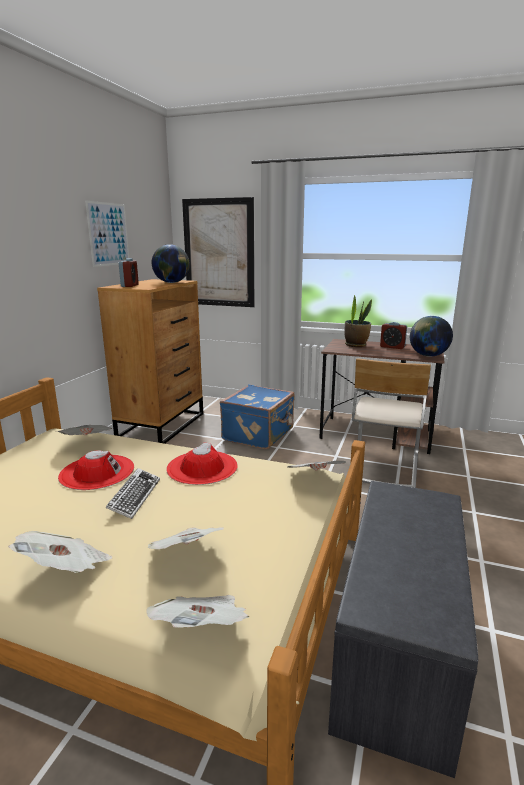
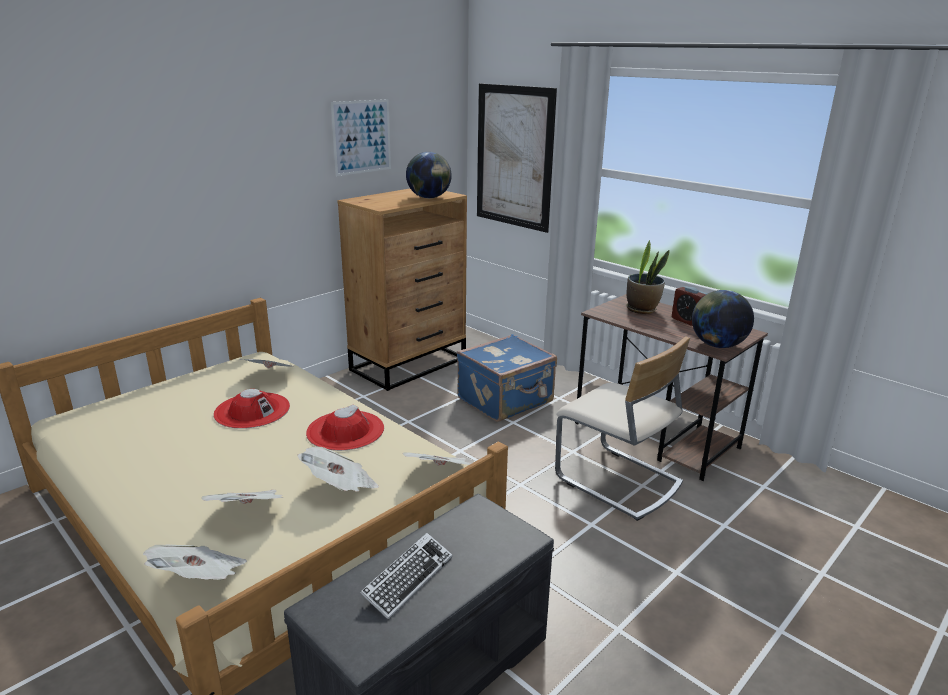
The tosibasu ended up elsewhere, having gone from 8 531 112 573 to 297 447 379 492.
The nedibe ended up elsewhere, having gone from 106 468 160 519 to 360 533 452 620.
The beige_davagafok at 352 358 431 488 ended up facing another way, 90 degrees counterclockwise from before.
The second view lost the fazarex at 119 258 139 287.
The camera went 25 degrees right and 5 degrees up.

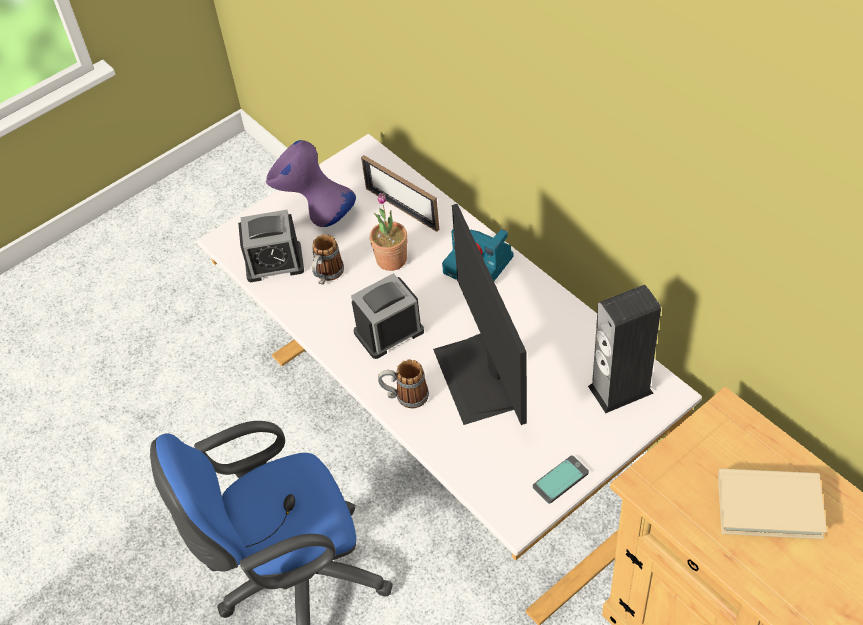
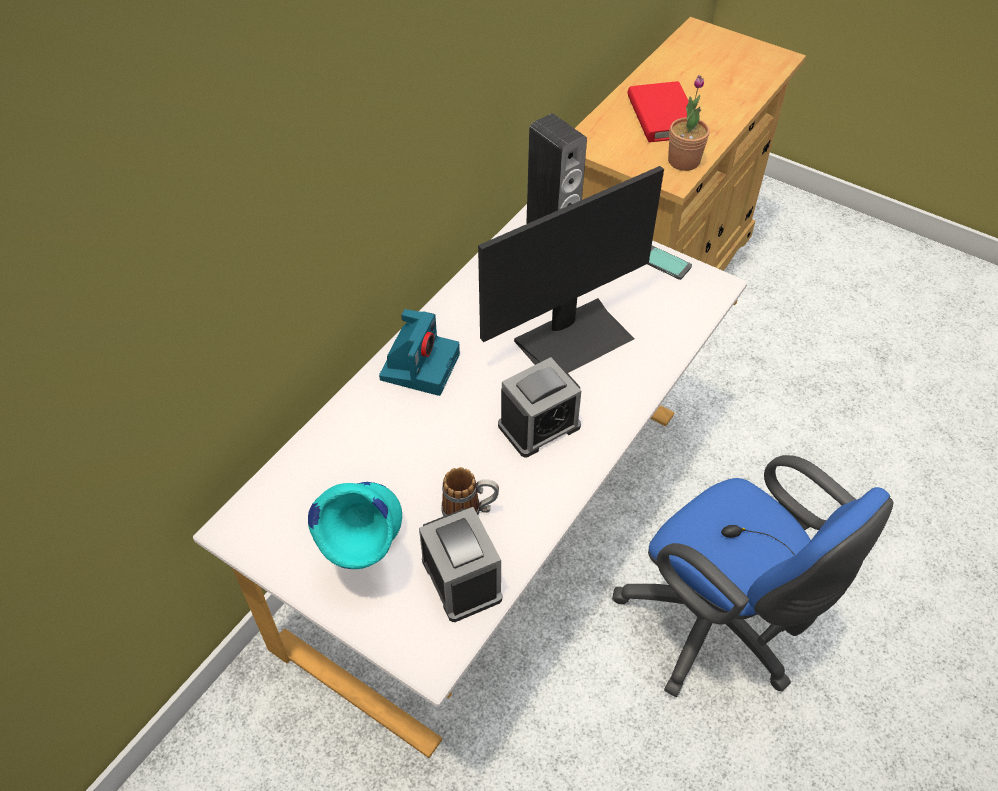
What was the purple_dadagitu at 266 140 356 227 turned into the turquoise_dadagitu at 308 482 402 569.
The fazarex at 351 273 424 359 ended up facing another way, 75 degrees counterclockwise from before.
What was the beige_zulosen at 718 469 827 539 turned into the red_zulosen at 628 81 688 142.
The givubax ended up elsewhere, having gone from 370 193 407 271 to 668 75 710 171.
The second view lost the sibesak at 361 155 439 232.
The second view lost the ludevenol at 378 359 429 408.
The camera went 110 degrees left and 0 degrees up.

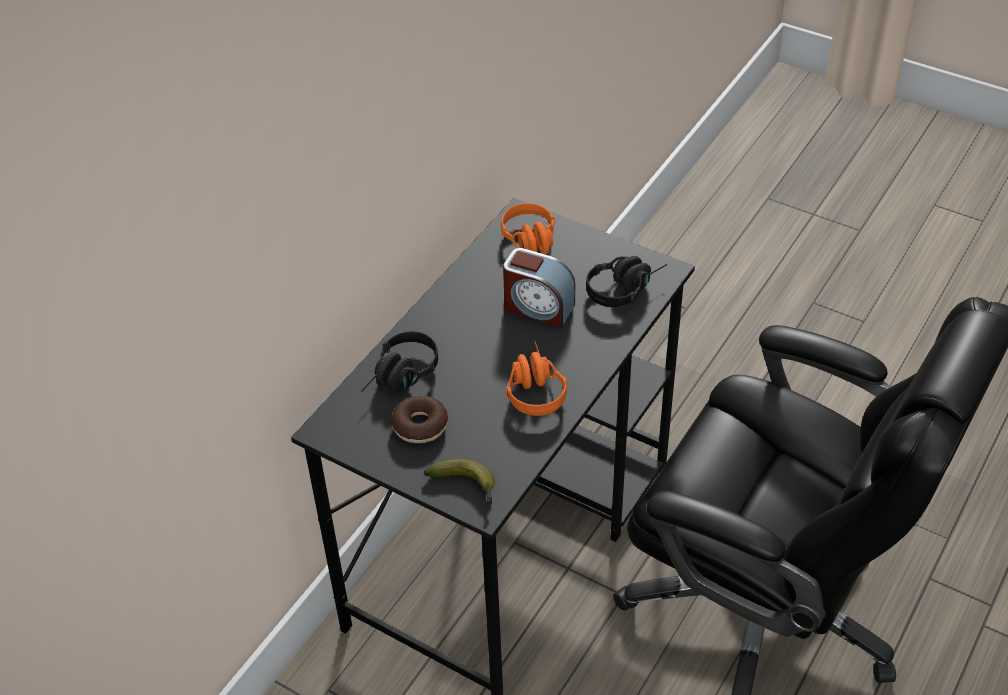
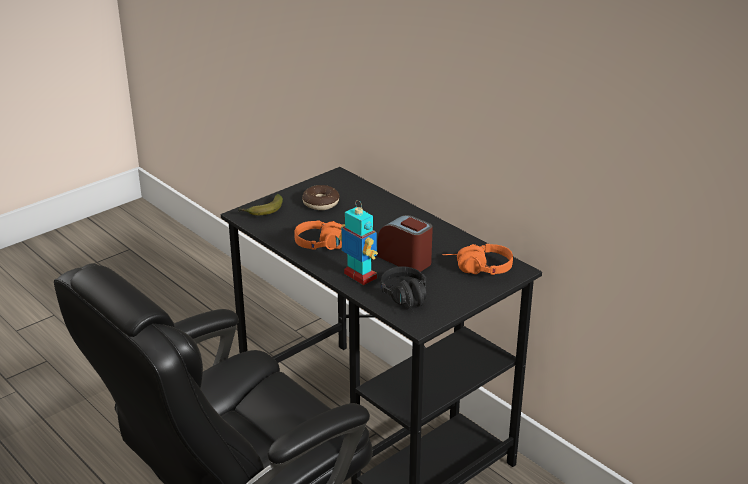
The second view gained the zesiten at 339 200 378 285.
The fazarex at 503 248 575 327 ended up facing another way, 90 degrees clockwise from before.
The second view lost the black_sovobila at 361 331 438 393.
The camera went 105 degrees right and 15 degrees down.

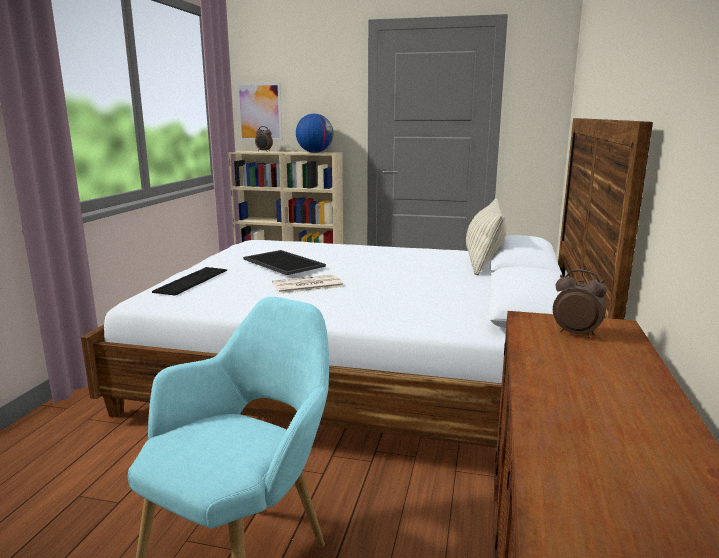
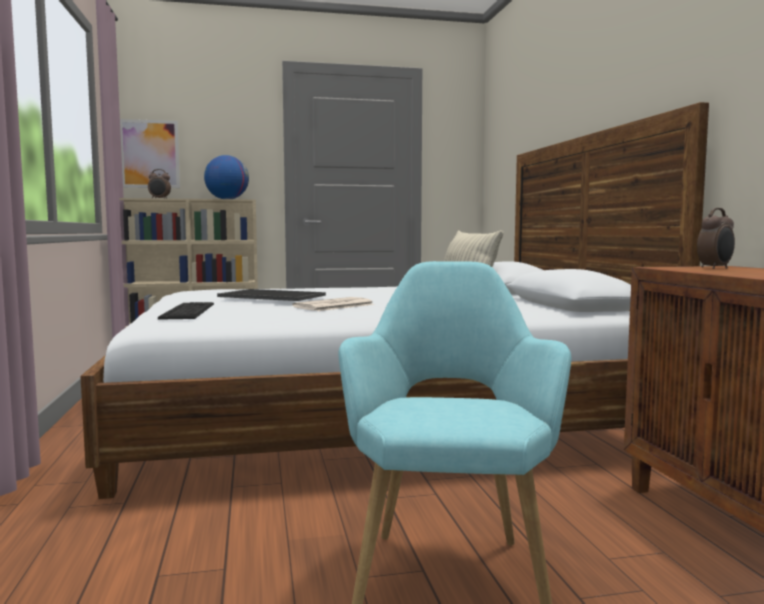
The fazarex at 553 269 607 338 ended up facing another way, 135 degrees clockwise from before.
The camera went 25 degrees left and 10 degrees down.

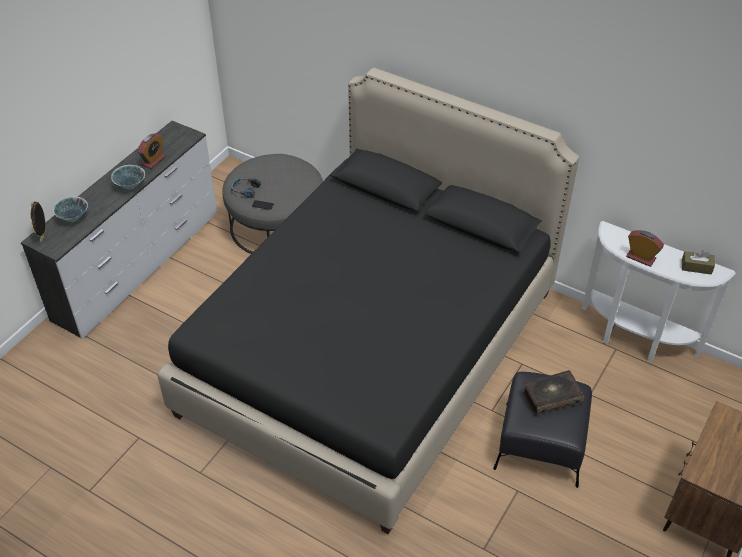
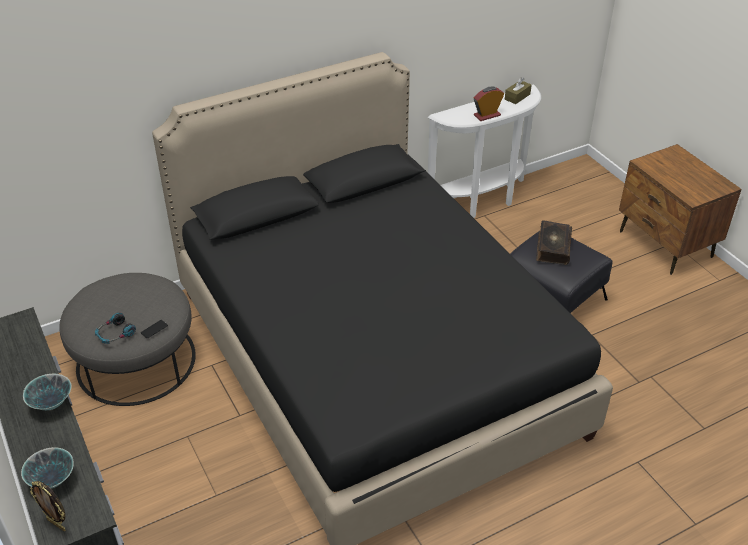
The second view lost the fazarex at 137 134 166 169.
The camera went 60 degrees left and 5 degrees down.

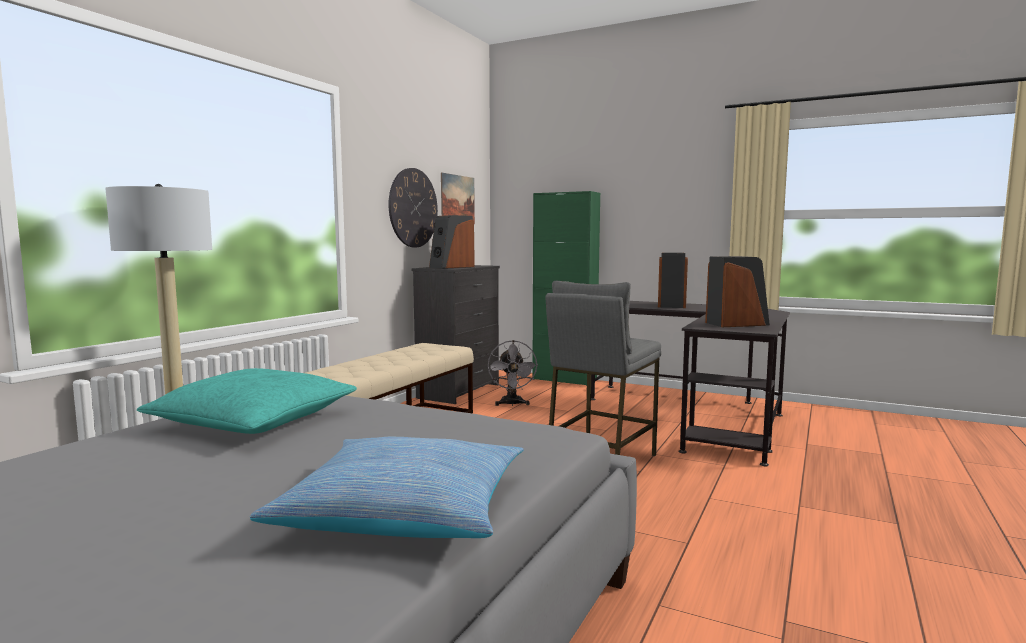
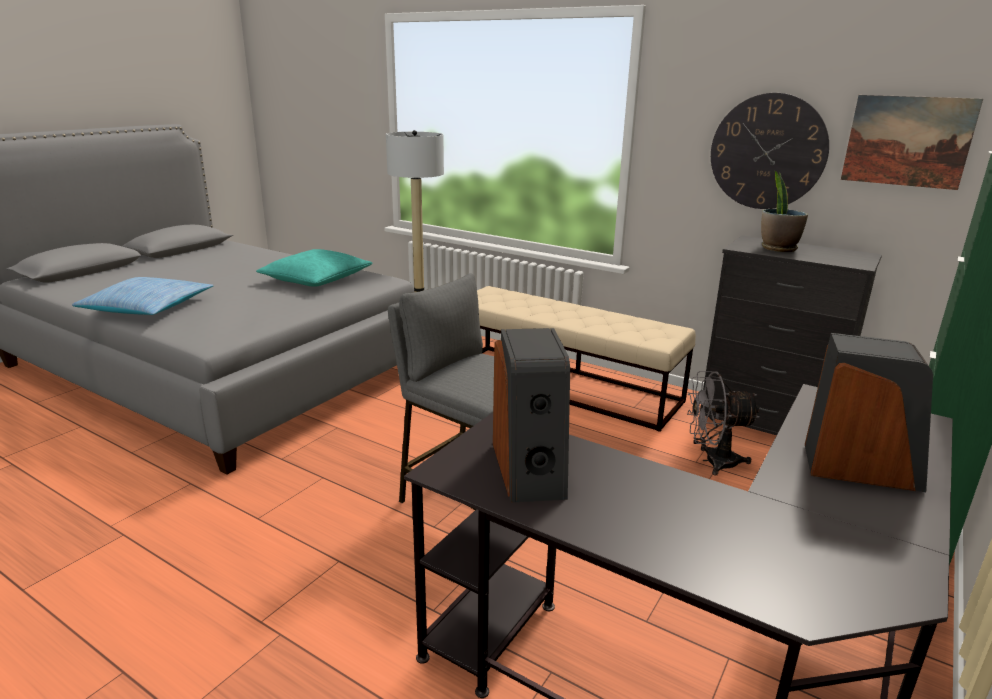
Where the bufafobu stood at 429 215 475 269, the givubax came to stand at 761 170 808 252.
The camera went 95 degrees right and 15 degrees up.

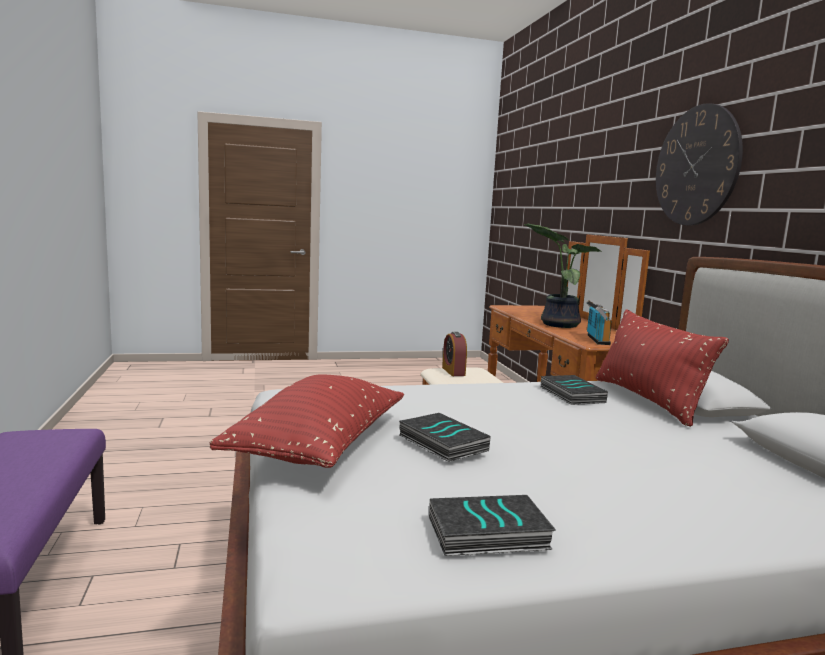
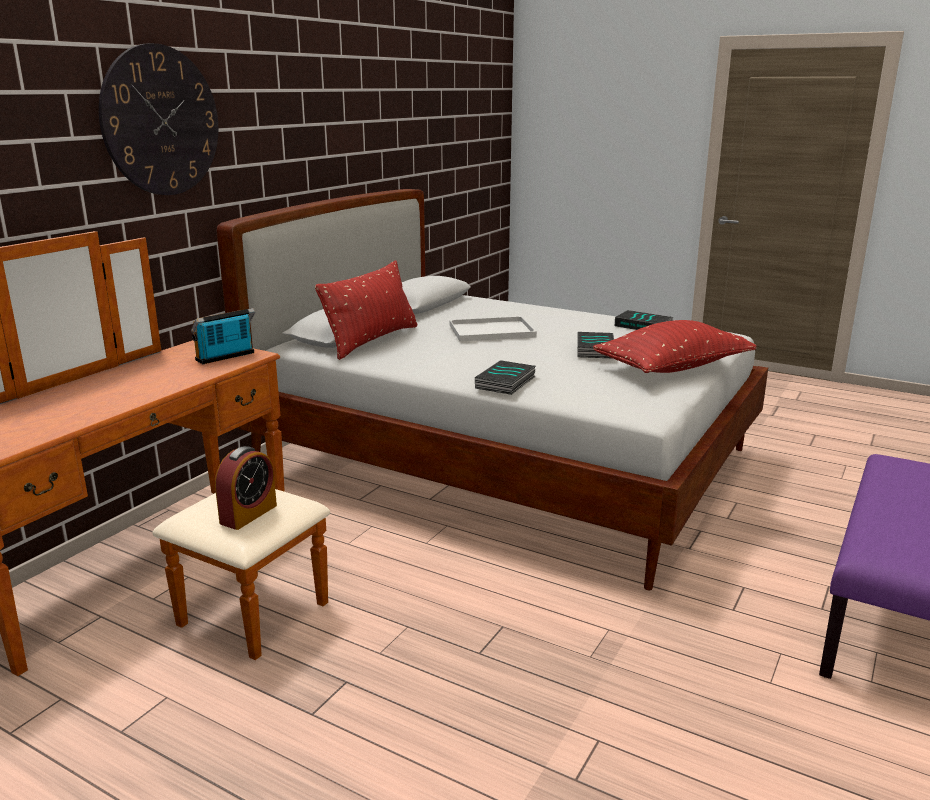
The second view gained the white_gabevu at 449 316 537 342.
The zulosen ended up elsewhere, having gone from 541 375 608 405 to 475 360 536 395.
The second view lost the givubax at 523 224 603 328.
The camera went 135 degrees left and 10 degrees up.

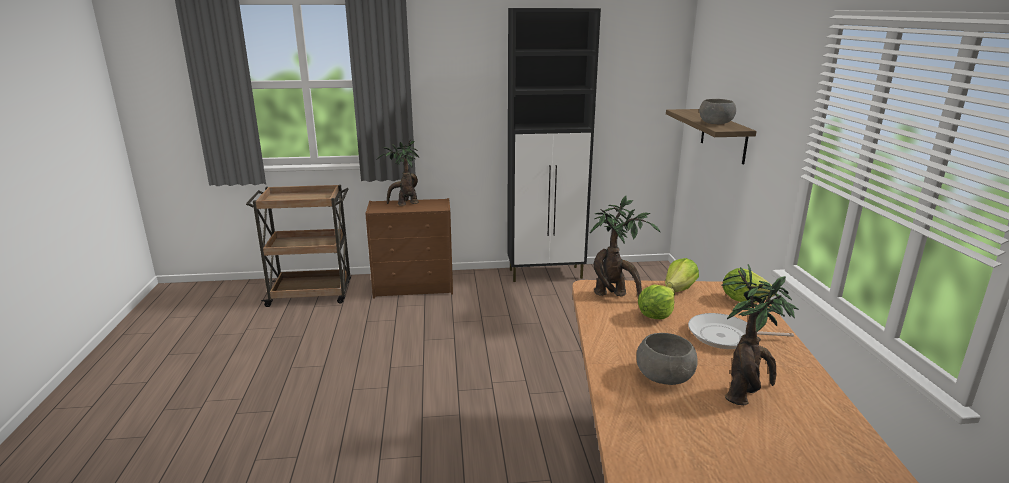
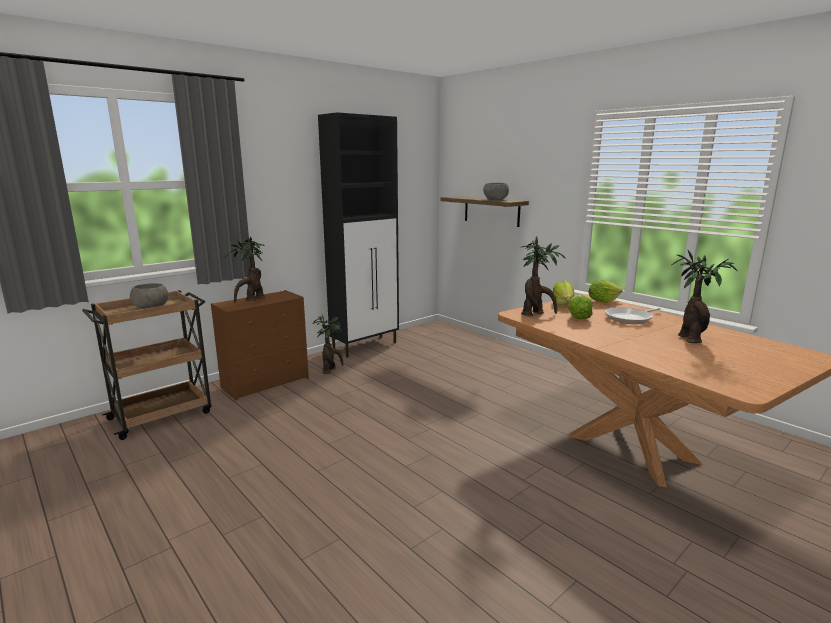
The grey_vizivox ended up elsewhere, having gone from 636 333 698 385 to 130 283 168 309.
The second view gained the givubax at 312 313 344 374.
The camera went 35 degrees left and 5 degrees down.

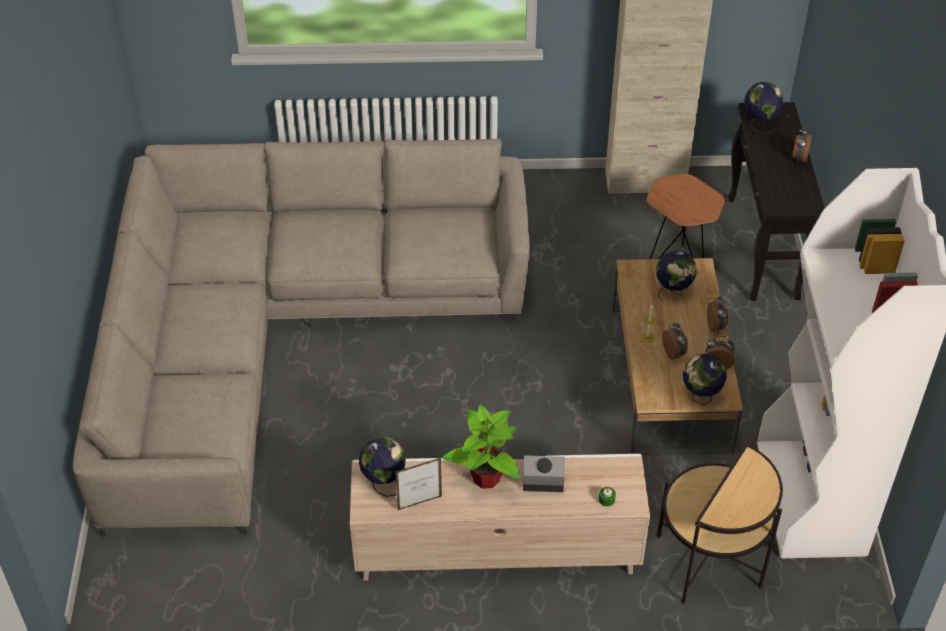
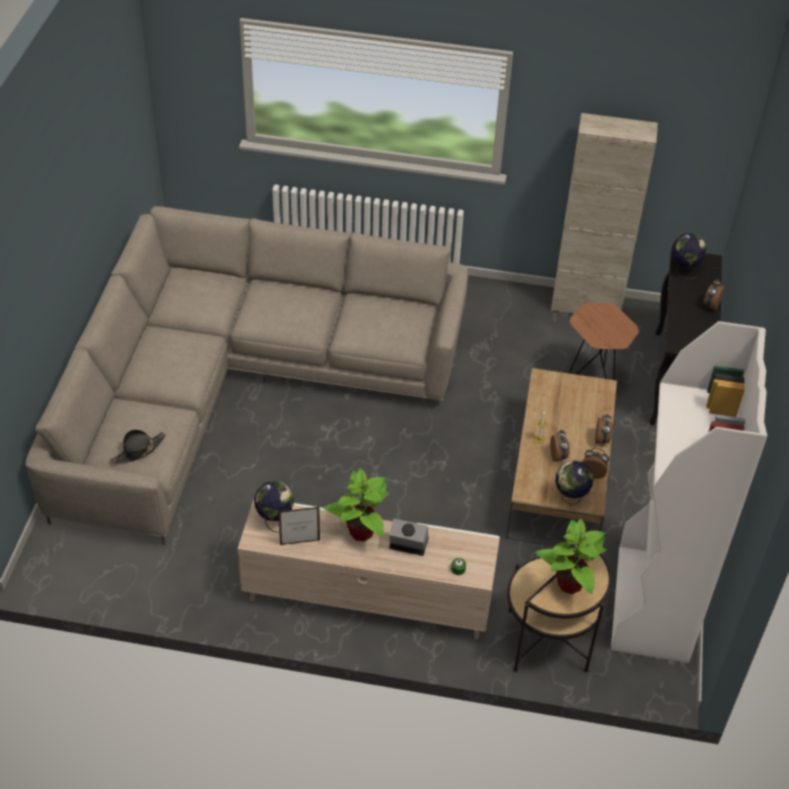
The second view gained the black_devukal at 110 430 166 464.
The second view gained the givubax at 535 518 607 594.
The second view lost the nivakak at 656 251 697 302.
The camera went 10 degrees right and 0 degrees up.

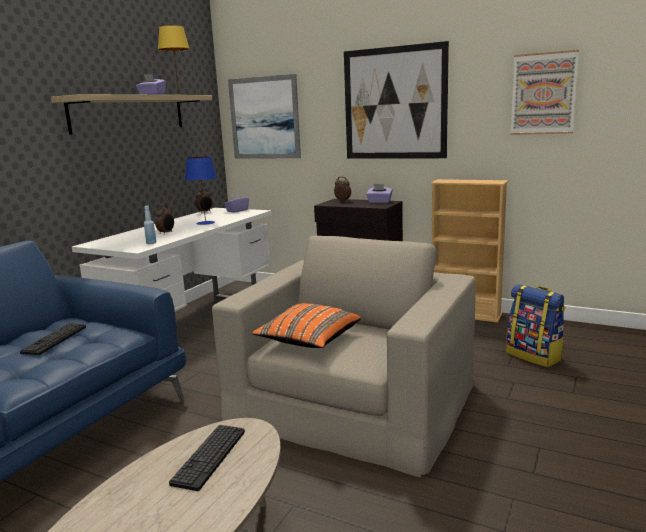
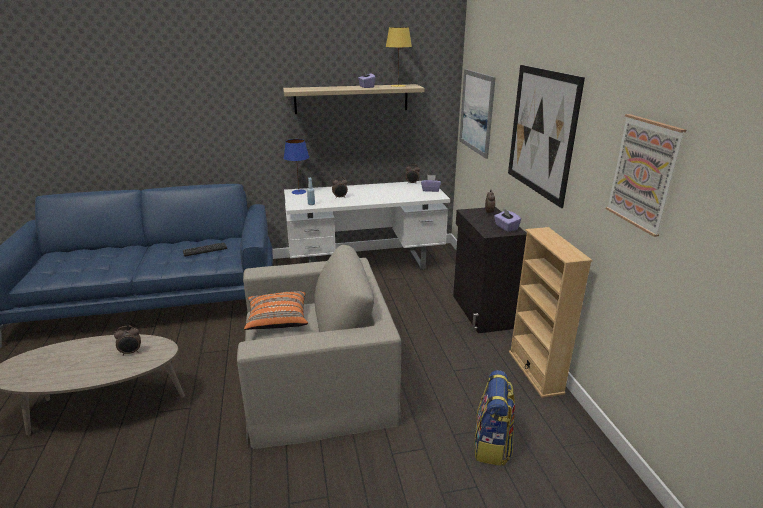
Where the nedibe stood at 169 425 245 491, the fazarex came to stand at 114 326 141 356.
The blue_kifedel ended up elsewhere, having gone from 185 156 217 225 to 284 139 309 194.
The camera went 50 degrees right and 10 degrees up.

